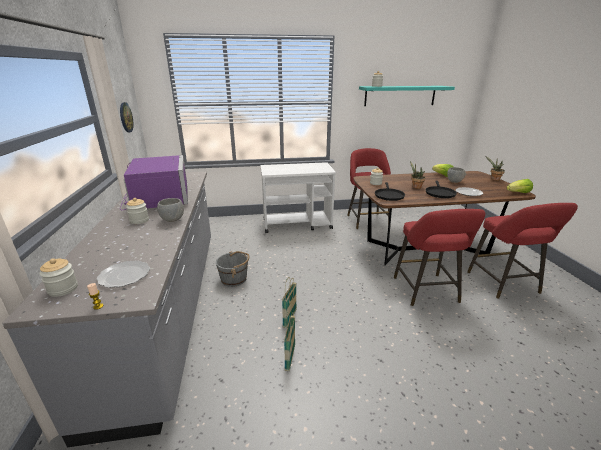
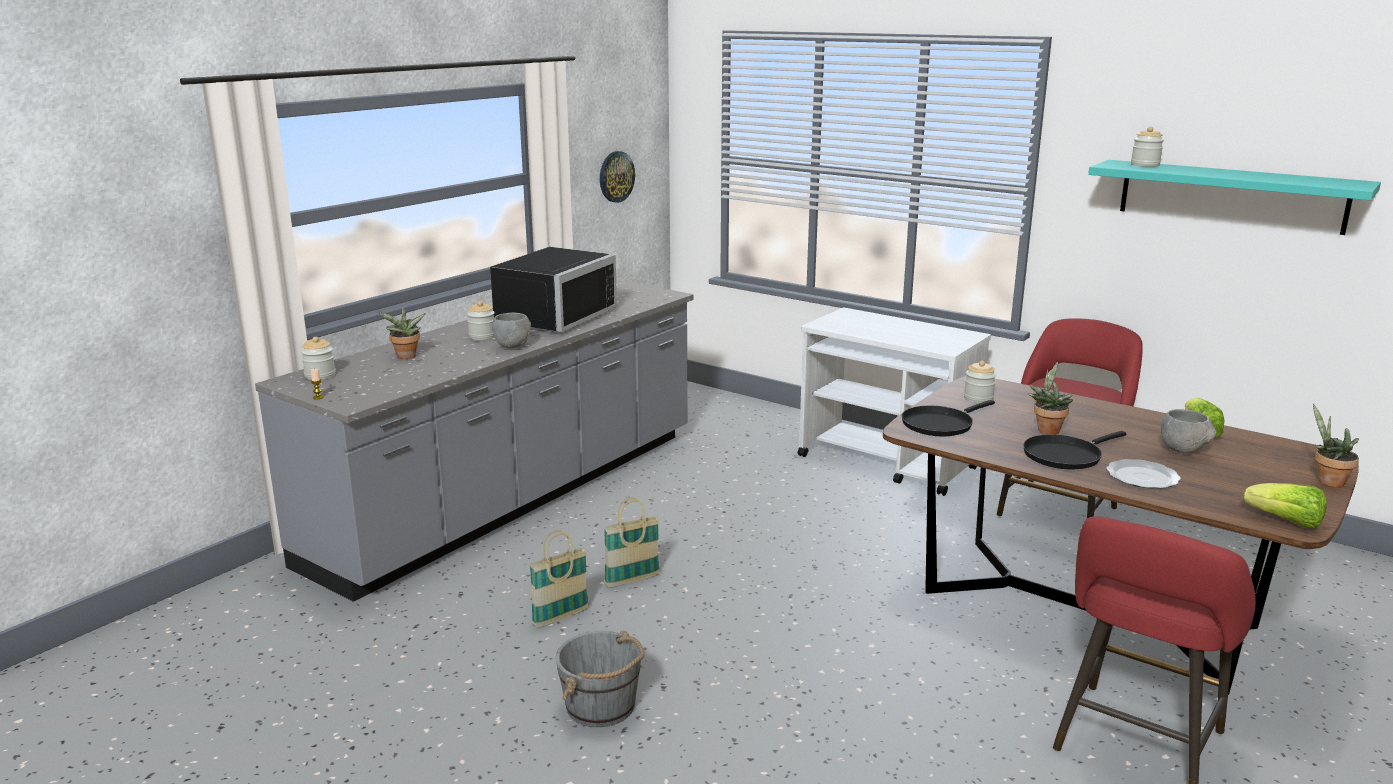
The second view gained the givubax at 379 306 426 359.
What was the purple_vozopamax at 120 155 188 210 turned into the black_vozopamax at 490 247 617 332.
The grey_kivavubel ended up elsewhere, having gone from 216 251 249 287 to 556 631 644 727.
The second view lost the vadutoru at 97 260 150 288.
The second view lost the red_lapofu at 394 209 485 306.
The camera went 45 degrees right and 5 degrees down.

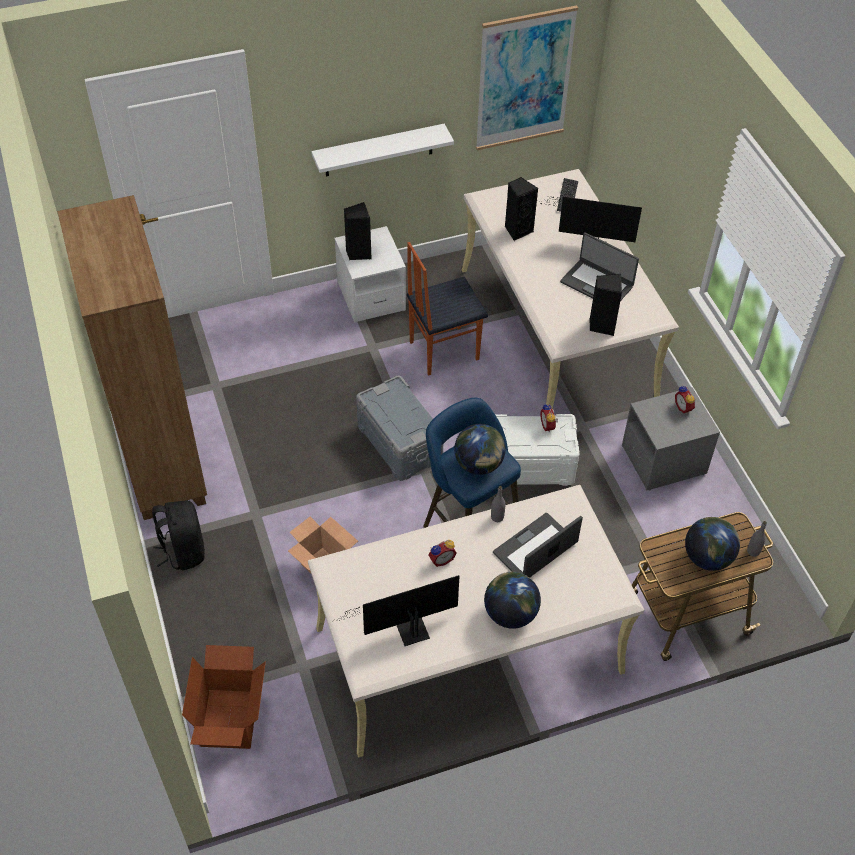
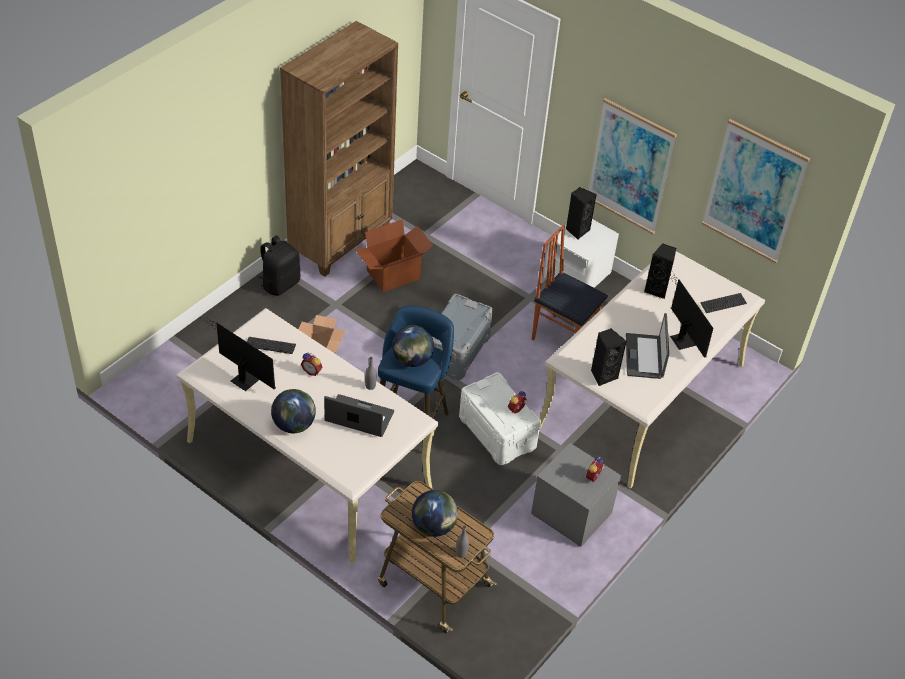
The second view gained the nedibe at 247 337 296 354.
The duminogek ended up elsewhere, having gone from 182 645 266 749 to 355 219 434 292.
Where the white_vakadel hung at 311 124 454 176, the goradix came to hang at 589 98 677 234.
The camera went 55 degrees right and 5 degrees down.

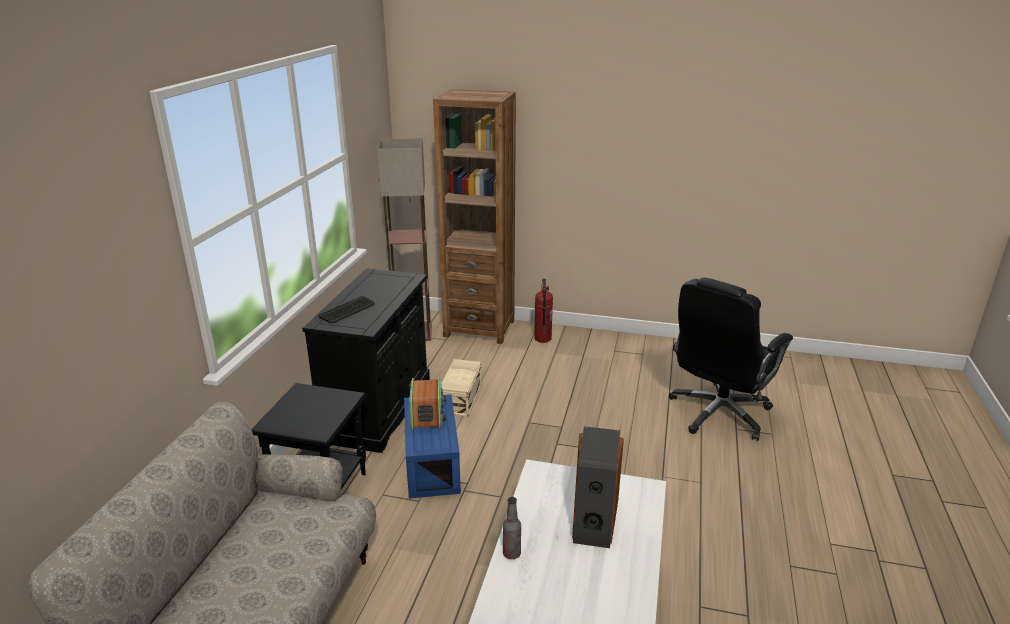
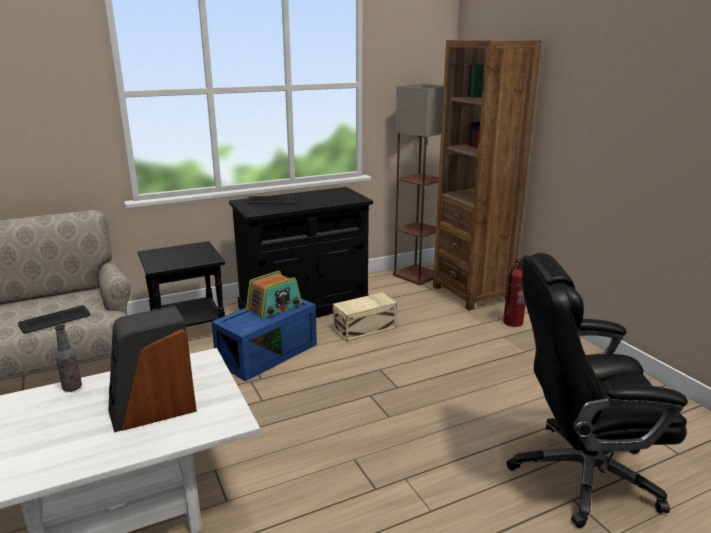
The second view gained the nedibe at 18 305 90 333.
The camera went 50 degrees right and 5 degrees down.

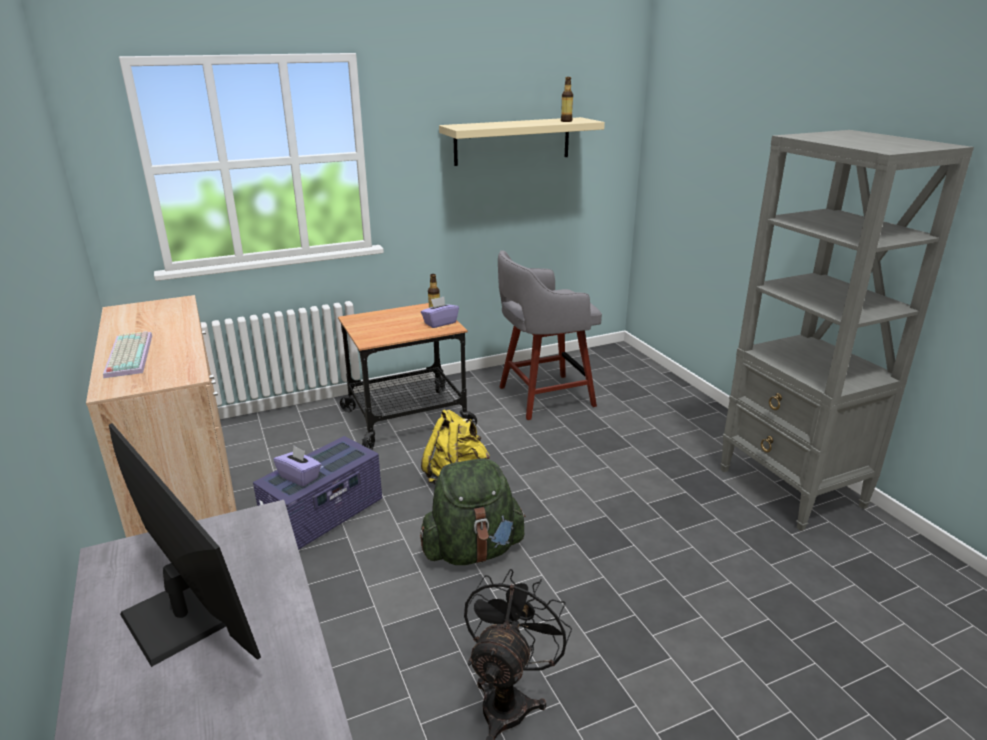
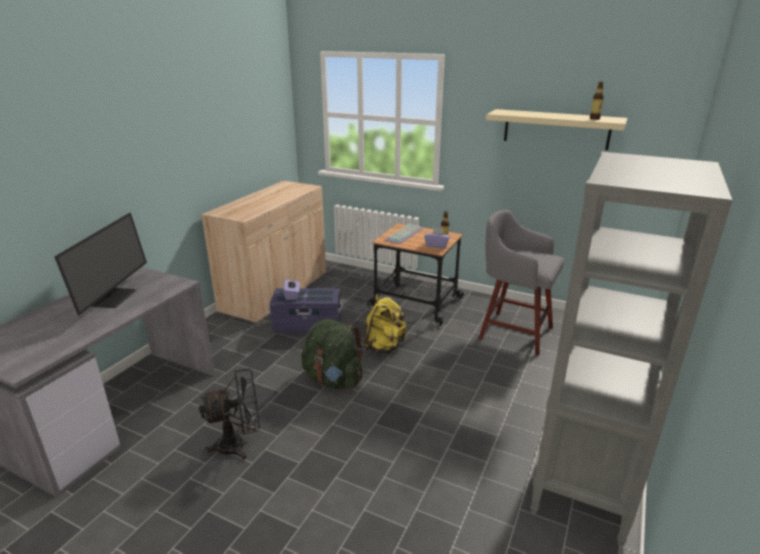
The nedibe ended up elsewhere, having gone from 103 331 152 378 to 385 224 422 244.
The camera went 50 degrees right and 0 degrees up.

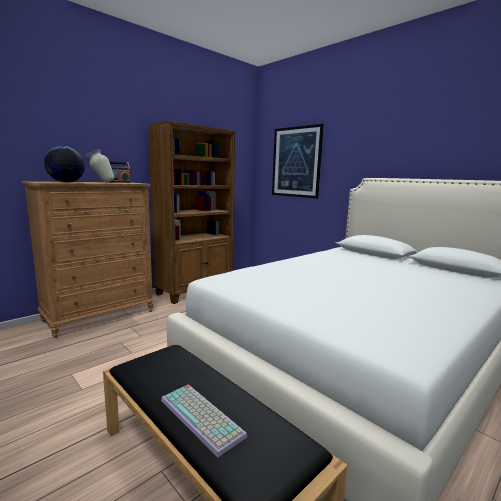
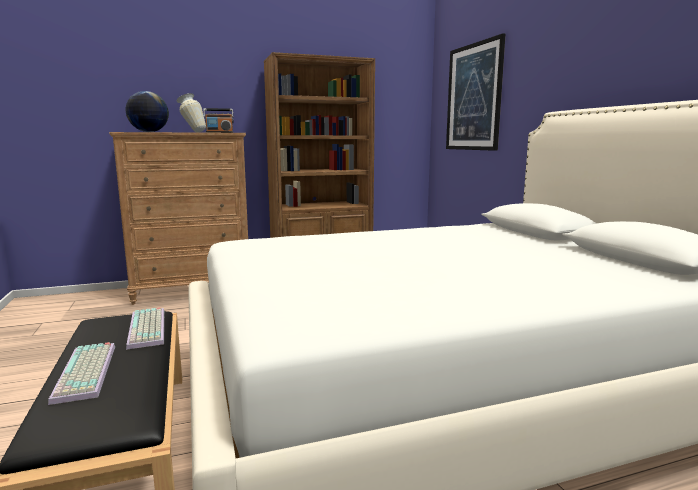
The second view gained the nedibe at 126 307 165 350.
The camera went 25 degrees right and 0 degrees up.

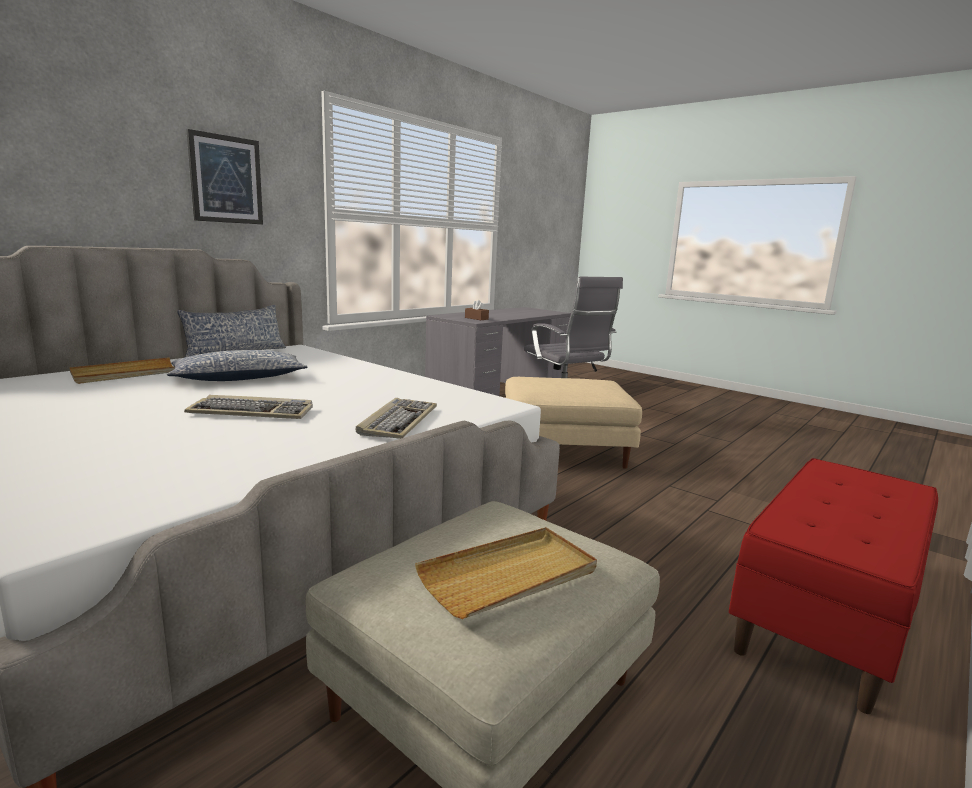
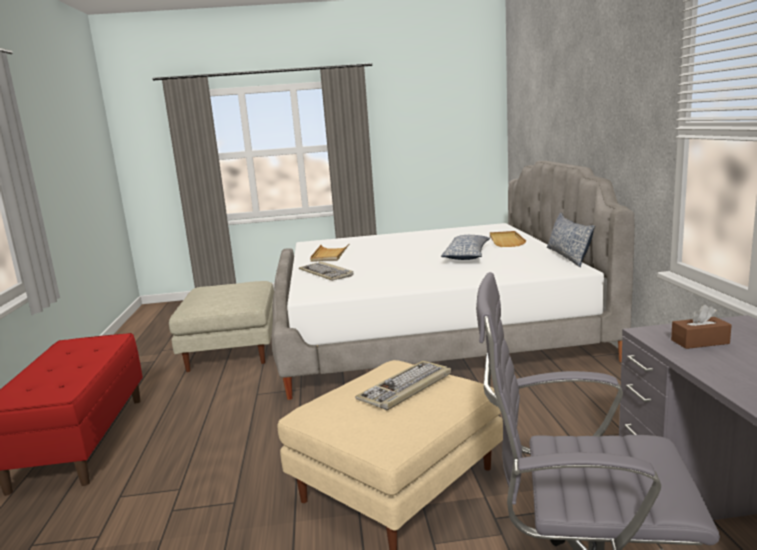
The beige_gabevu ended up elsewhere, having gone from 415 527 597 619 to 310 243 350 262.
The nedibe ended up elsewhere, having gone from 184 395 313 419 to 355 361 451 410.
The second view lost the goradix at 186 129 263 224.
The camera went 135 degrees right and 0 degrees up.

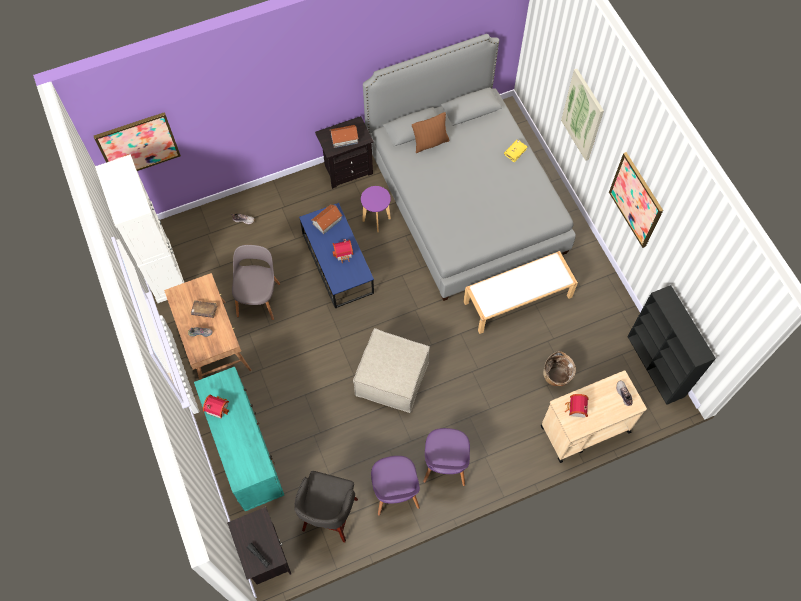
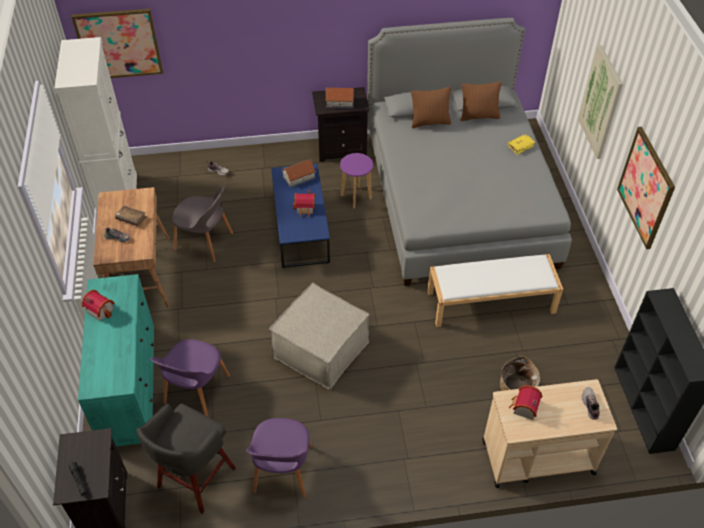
The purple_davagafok ended up elsewhere, having gone from 423 428 470 486 to 151 339 230 417.
The grey_davagafok at 232 245 280 320 ended up facing another way, 90 degrees clockwise from before.
The second view gained the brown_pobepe at 461 81 502 121.
The camera went 15 degrees right and 15 degrees down.

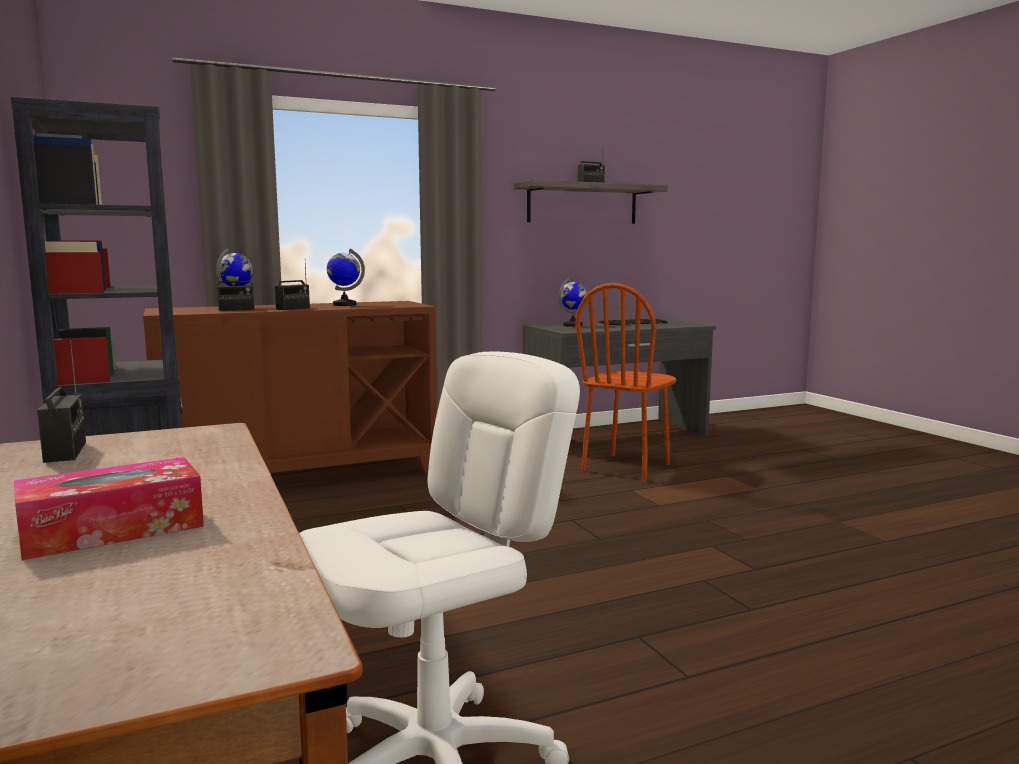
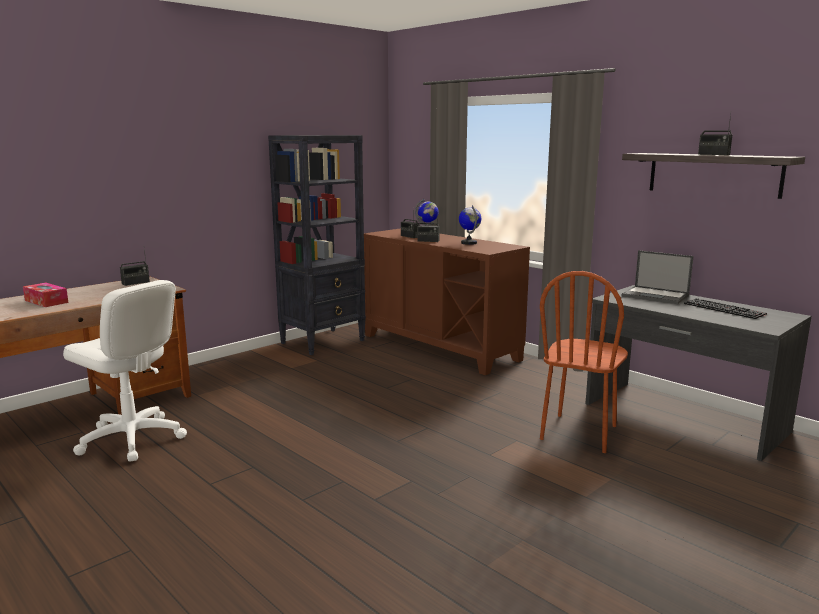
The brown_davagafok at 575 283 676 482 ended up facing another way, 75 degrees counterclockwise from before.
Where the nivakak stood at 559 278 587 327, the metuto came to stand at 622 250 694 304.
The camera went 70 degrees right and 5 degrees up.

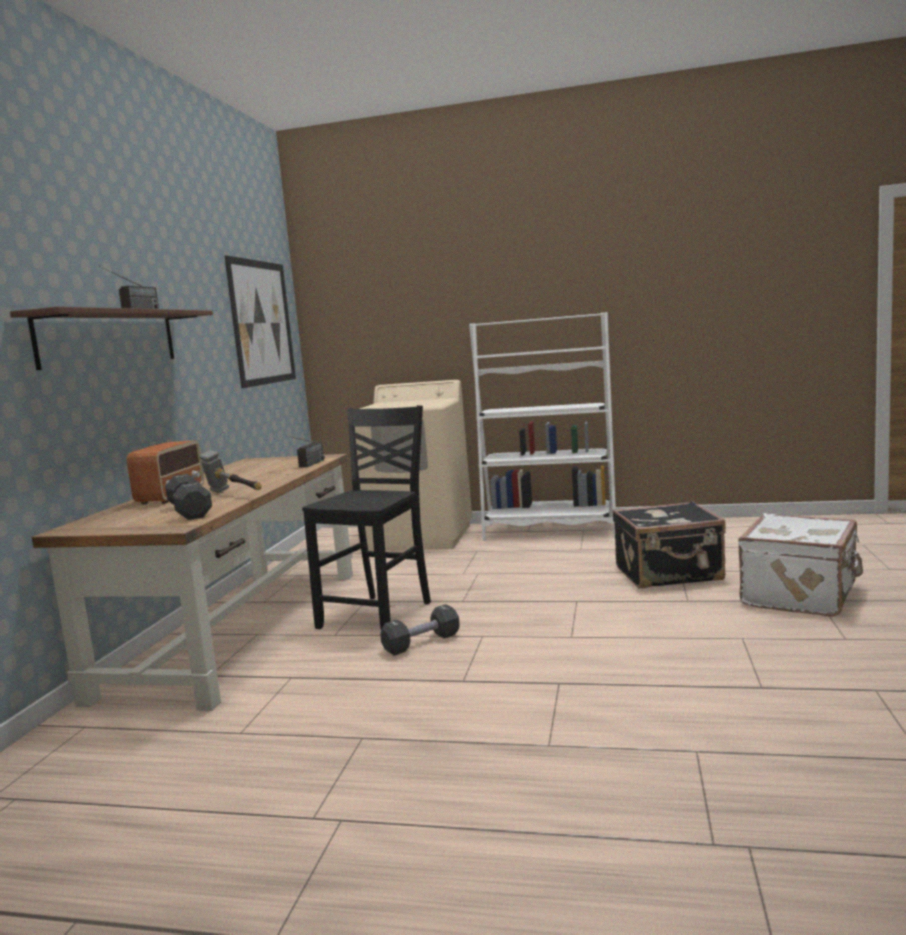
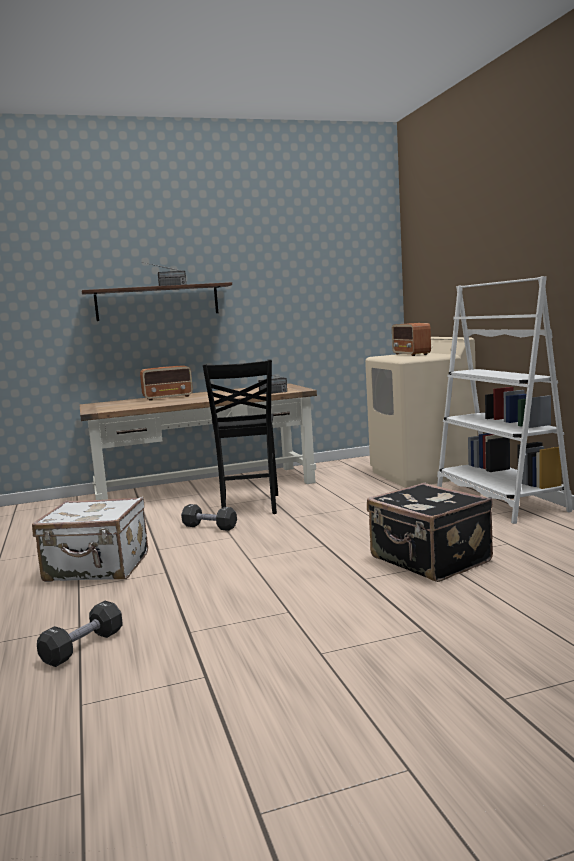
The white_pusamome ended up elsewhere, having gone from 738 513 863 617 to 32 497 148 582.
The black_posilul ended up elsewhere, having gone from 165 474 212 520 to 37 601 123 667.
The black_davagafok at 302 405 431 630 ended up facing another way, 90 degrees clockwise from before.
The second view gained the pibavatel at 392 323 431 356.
The second view lost the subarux at 199 450 262 493.
The second view lost the goradix at 225 255 296 388.
The camera went 60 degrees right and 0 degrees up.

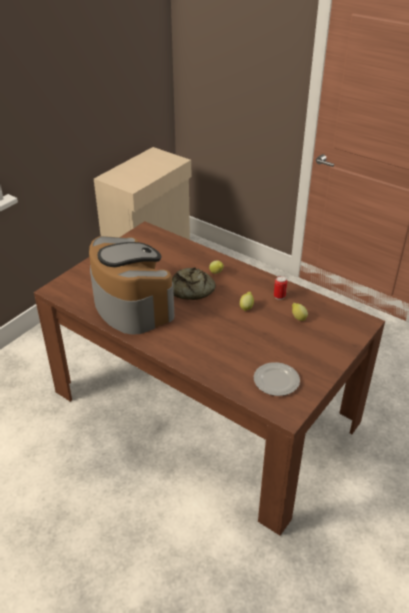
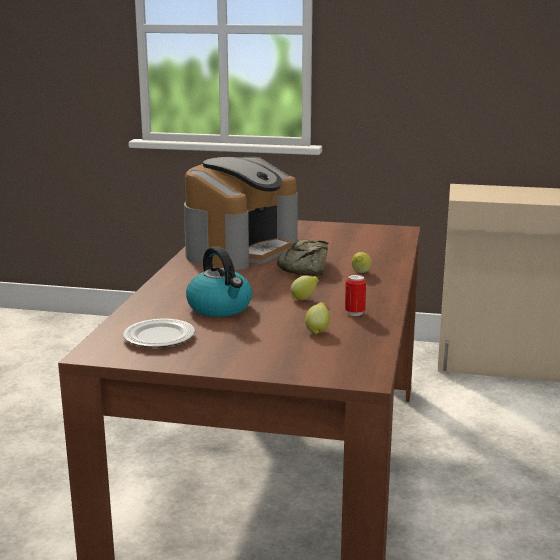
The second view gained the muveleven at 186 246 252 317.
The camera went 65 degrees right and 20 degrees down.

